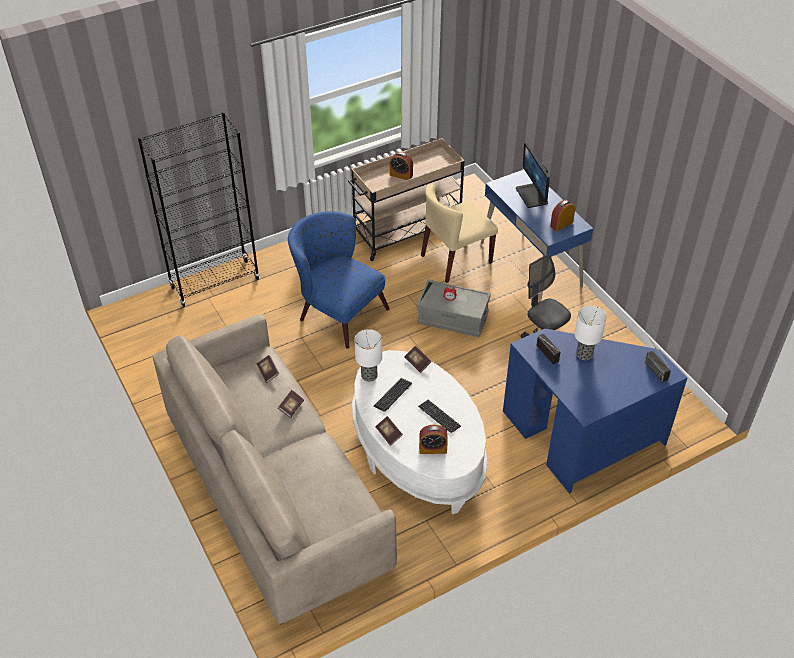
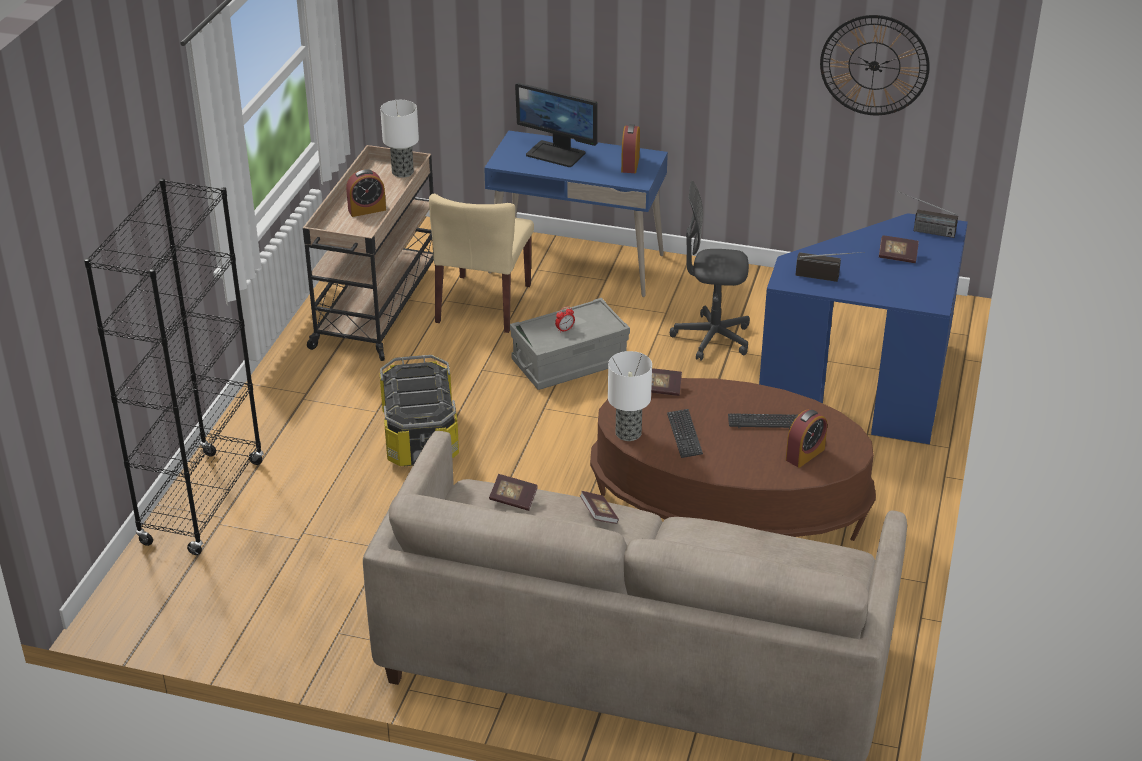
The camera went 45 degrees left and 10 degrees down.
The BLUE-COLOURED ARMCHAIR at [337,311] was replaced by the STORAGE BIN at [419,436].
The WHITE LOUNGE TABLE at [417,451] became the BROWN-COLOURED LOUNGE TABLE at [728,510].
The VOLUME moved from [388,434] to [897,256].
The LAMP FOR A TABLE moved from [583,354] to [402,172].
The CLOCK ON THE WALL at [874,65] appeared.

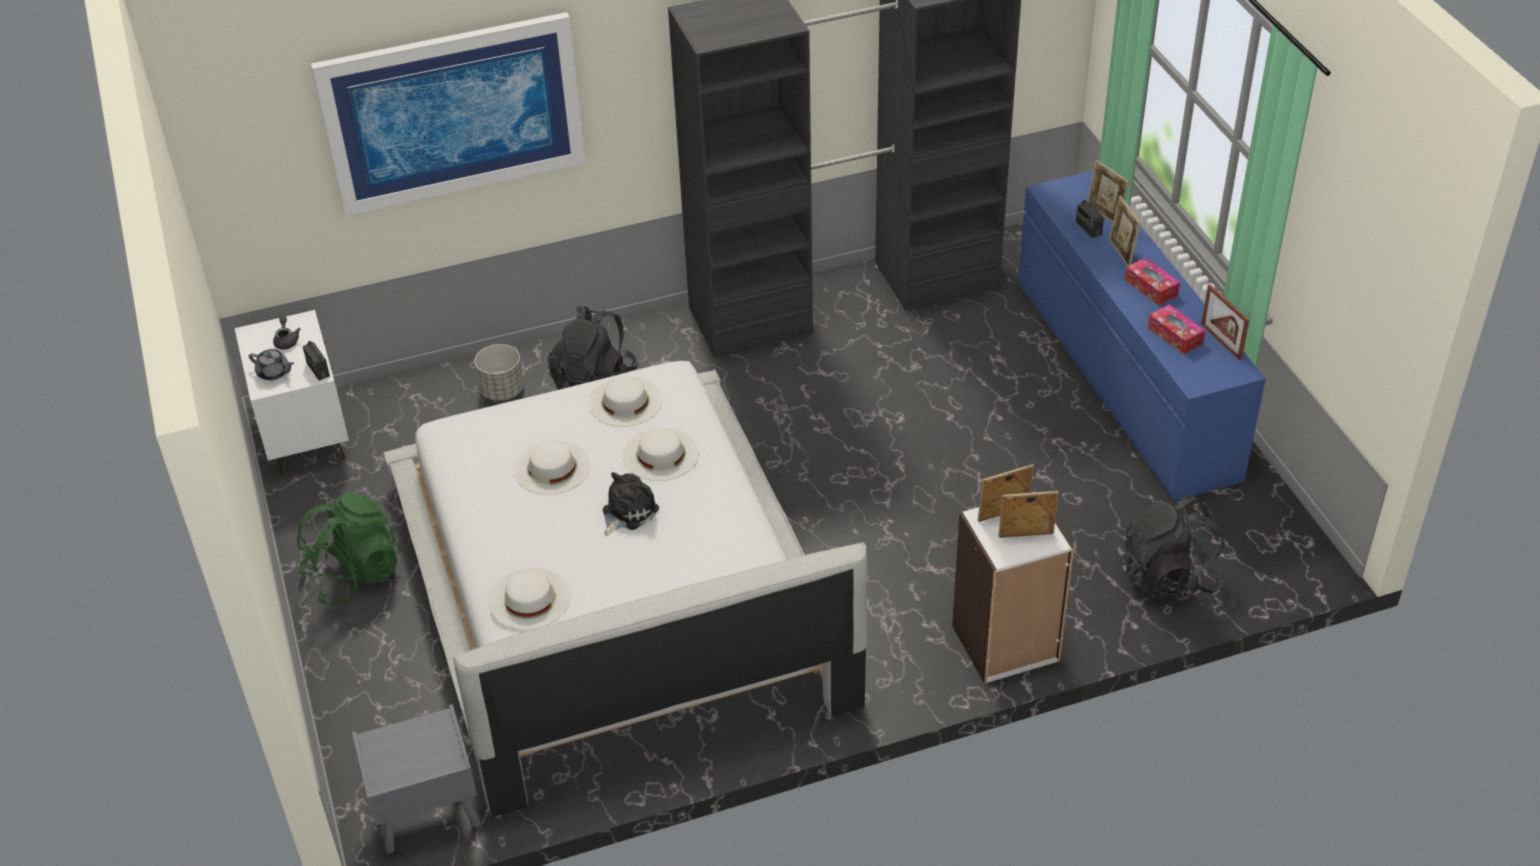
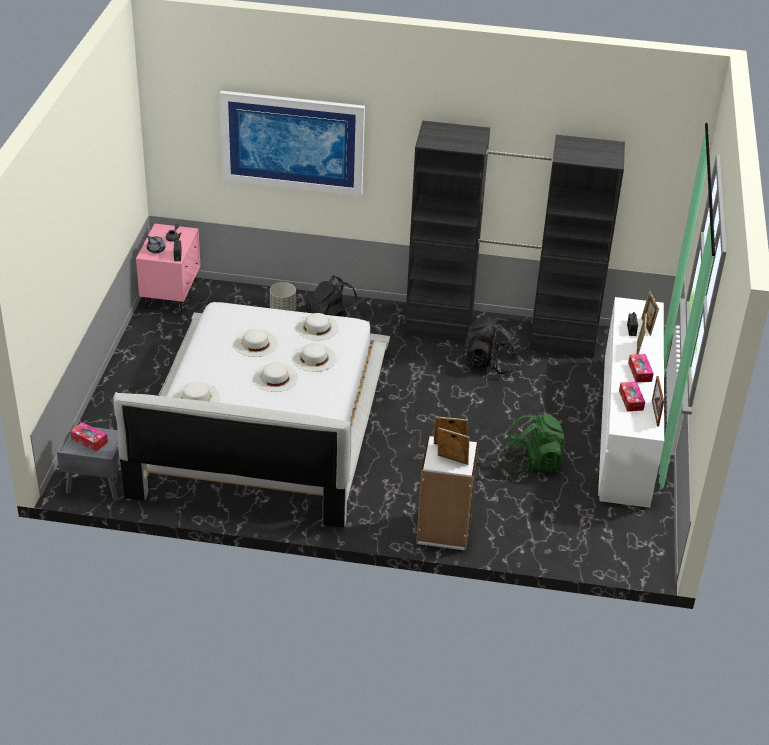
The camera went 25 degrees right and 5 degrees down.
The WHITE BEDSIDE TABLE at [305,436] became the PINKISH BEDSIDE TABLE at [171,295].
The GREENISH BACKPACK moved from [354,575] to [533,463].
The PLUSH TOY at [627,512] was replaced by the WHITE HAT at [275,377].
The BLUE-COLOURED DRAWER CHEST at [1125,378] became the WHITE DRAWER CHEST at [626,429].
The BLACK BACKPACK moved from [1169,577] to [489,363].
The BOX OF TISSUES at [89,440] appeared.

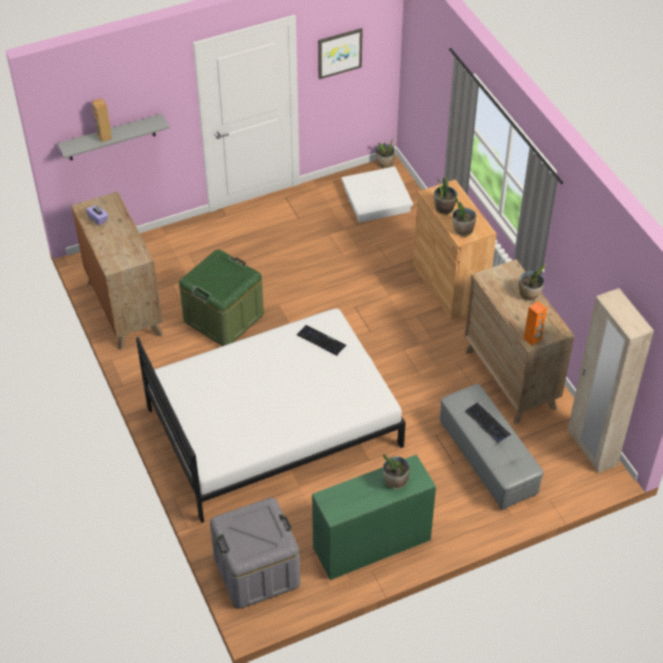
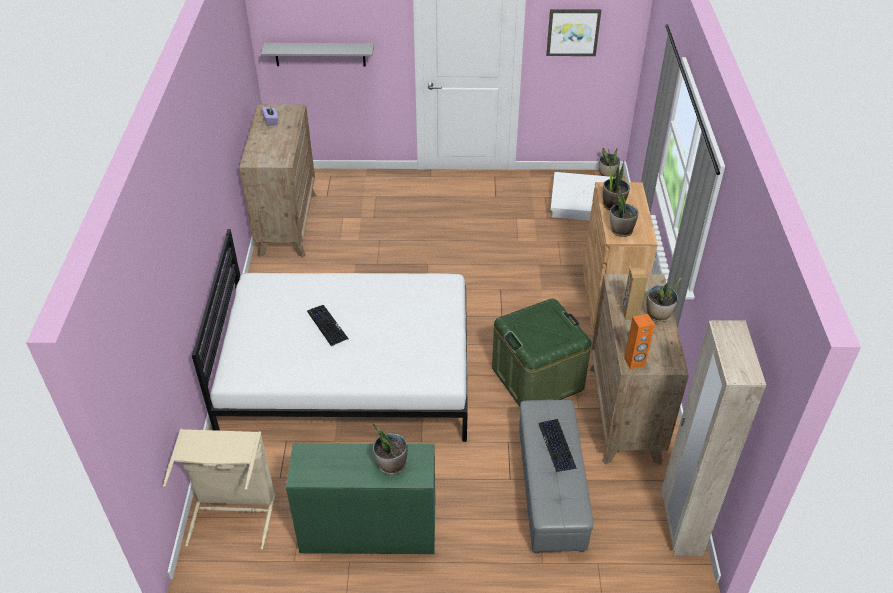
The camera went 25 degrees right and 5 degrees down.
The BROWN-COLOURED AUDIO SPEAKER moved from [104,137] to [630,314].
The GREENISH STORAGE BIN moved from [223,317] to [537,378].
The GREYISH STORAGE BIN at [256,571] was replaced by the SAND-COLOURED WASHING BASKET at [233,511].
The PC KEYBOARD moved from [321,340] to [327,325].

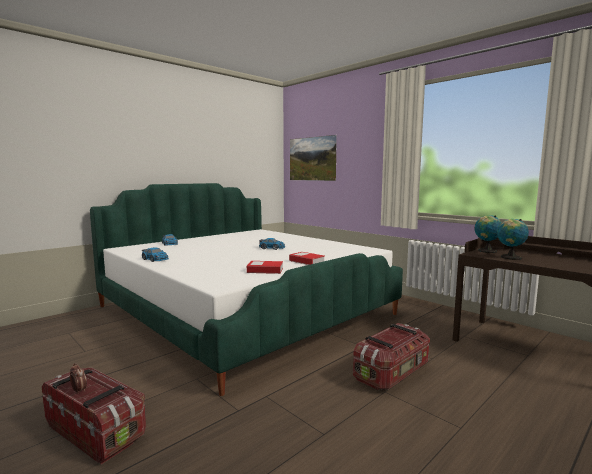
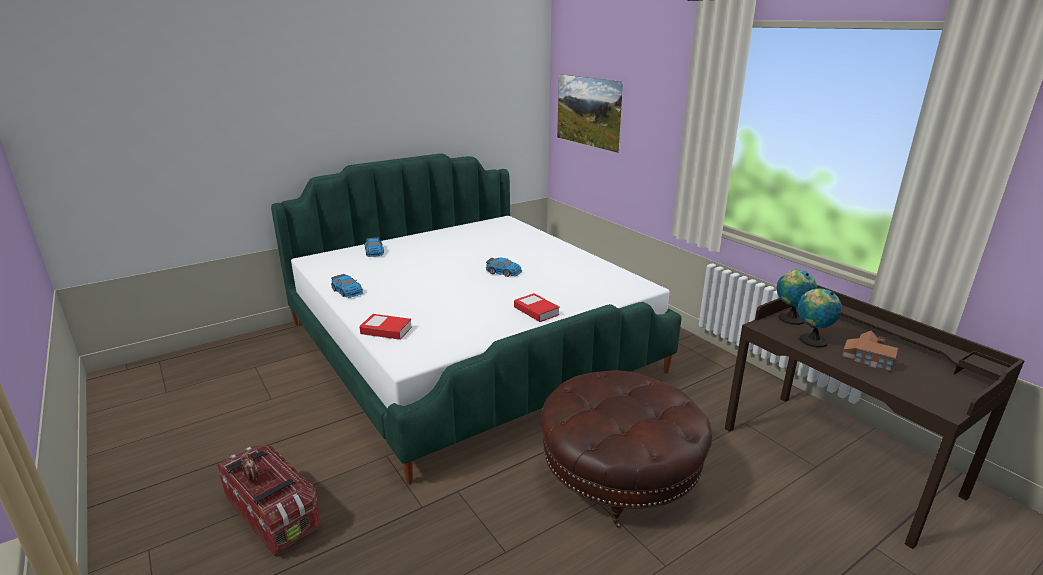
The camera went 10 degrees right and 15 degrees up.
The VOLUME moved from [265,270] to [386,330].
The STORAGE BIN at [392,373] was replaced by the BROWN-COLOURED FOOTREST at [619,474].
The MINIATURE HOUSE at [866,359] appeared.

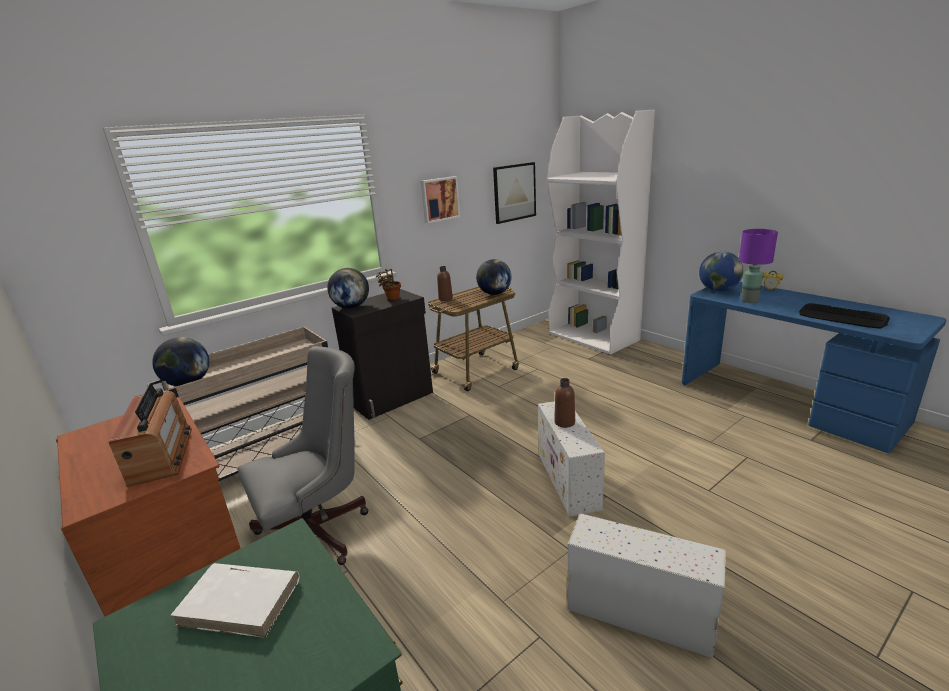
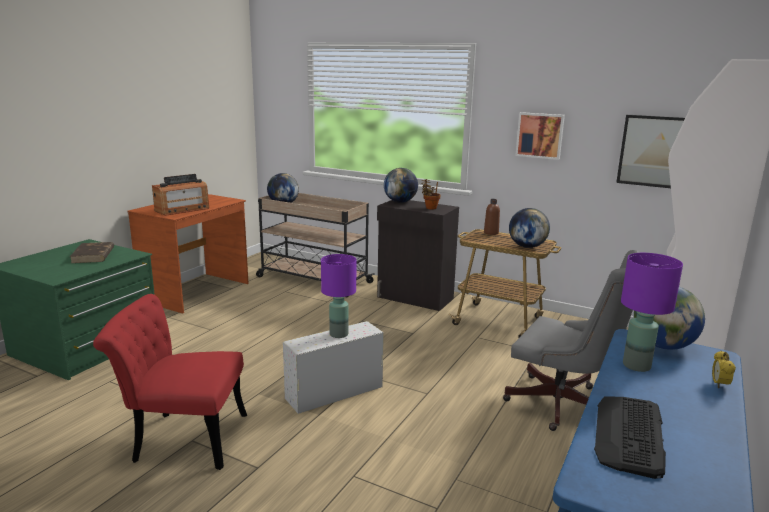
The camera went 65 degrees right and 5 degrees down.
The WHITE VOLUME at [241,602] became the BROWN-COLOURED VOLUME at [93,255].
The GREYISH OFFICE CHAIR moved from [320,532] to [564,406].
The BROWN-COLOURED BOTTLE at [564,422] was replaced by the PURPLE LAMP FOR A TABLE at [338,334].
The WHITE STORAGE BIN at [637,613] was replaced by the RED UPRIGHT CHAIR at [181,438].

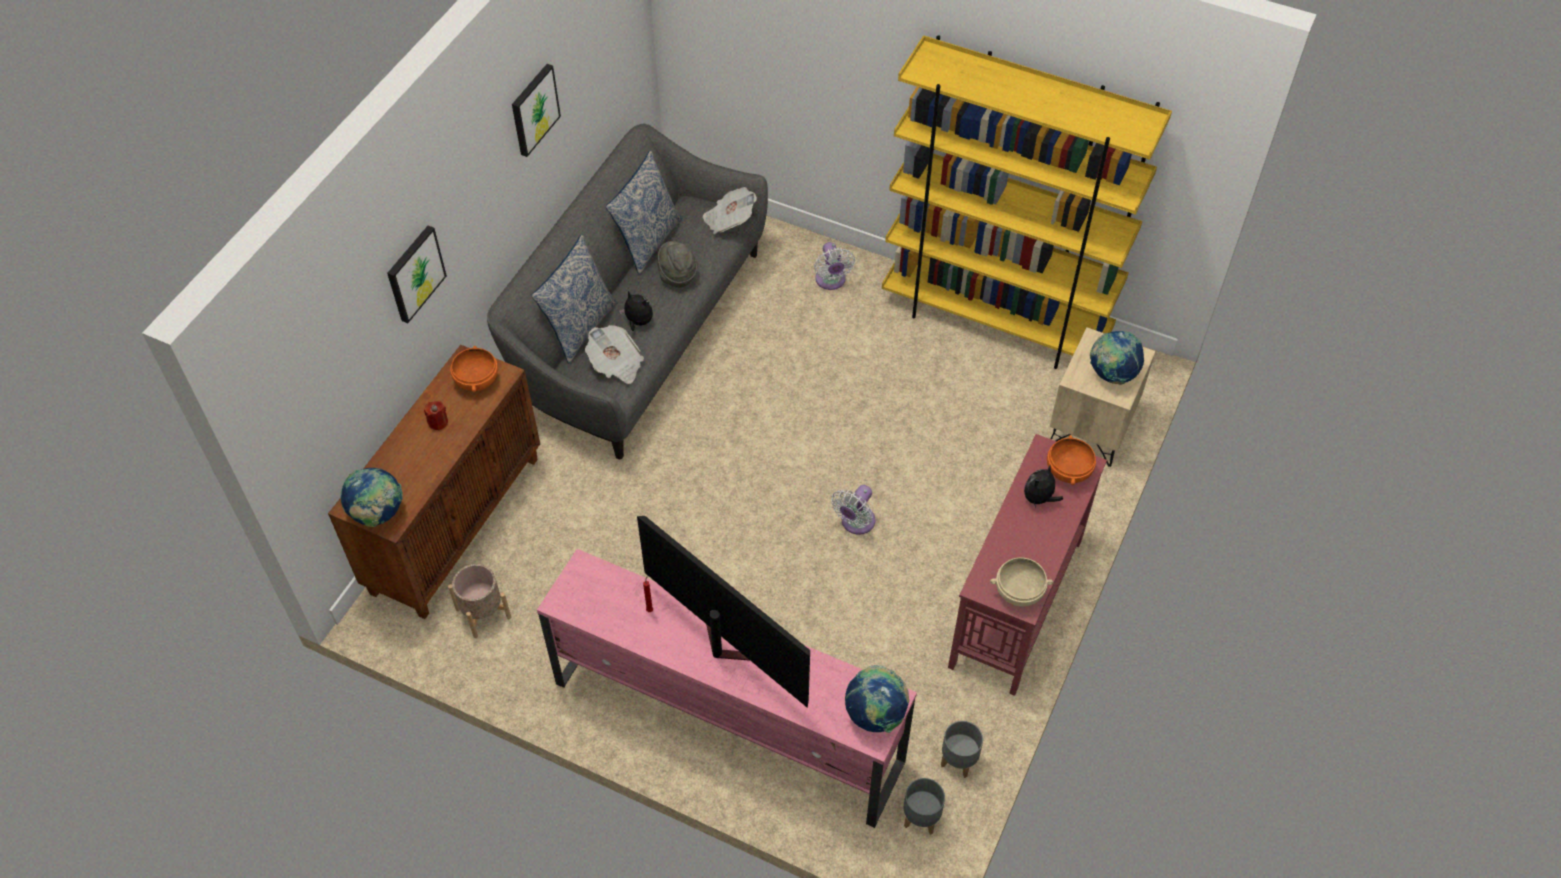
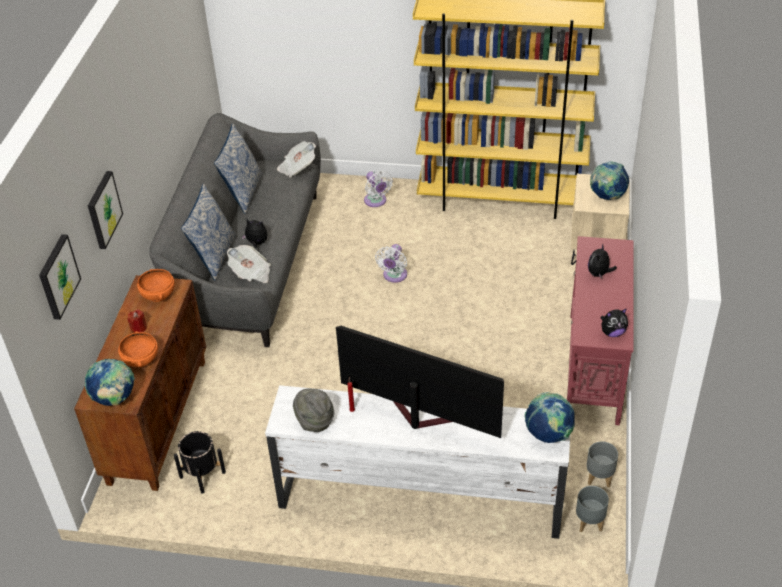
The camera went 15 degrees left and 10 degrees down.
The SAND-COLOURED PLANTER at [483,613] became the BLACK PLANTER at [202,475].
The PICTURE moved from [533,109] to [57,276].
The PINKISH MEDIA CONSOLE at [726,721] became the WHITE MEDIA CONSOLE at [419,497].
The GREYISH HAT moved from [677,276] to [314,420].
The WHITE FAN moved from [855,523] to [394,276].
The SAND-COLOURED DEEP DISH at [1019,591] was replaced by the PLUSH TOY at [612,332].
The ORANGE-COLOURED DEEP DISH moved from [1067,471] to [140,359].

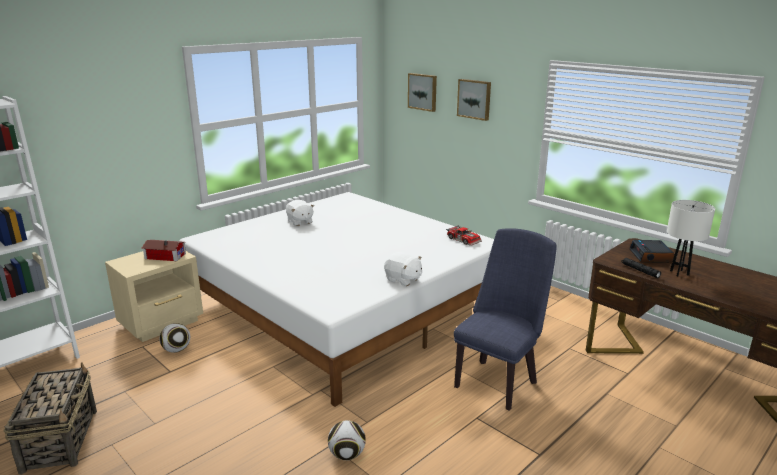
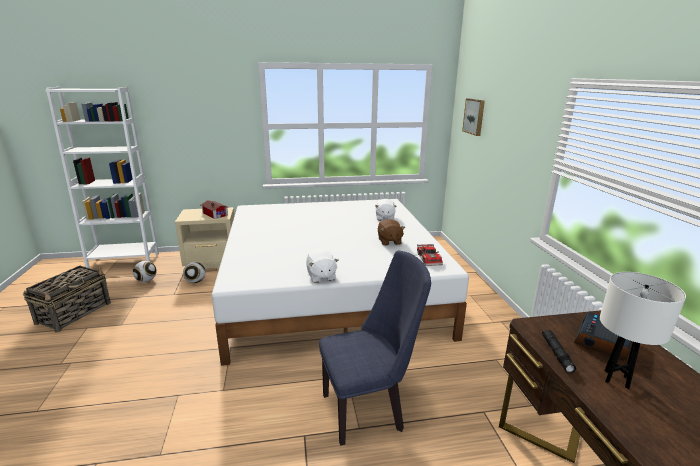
The camera went 35 degrees right and 0 degrees up.
The WHITE PLUSH TOY moved from [300,222] to [384,218].
The BALL FOR FOOTBALL moved from [346,455] to [146,280].
The PICTURE at [474,99] disappeared.
The BROWN-COLOURED PLUSH TOY at [389,241] appeared.

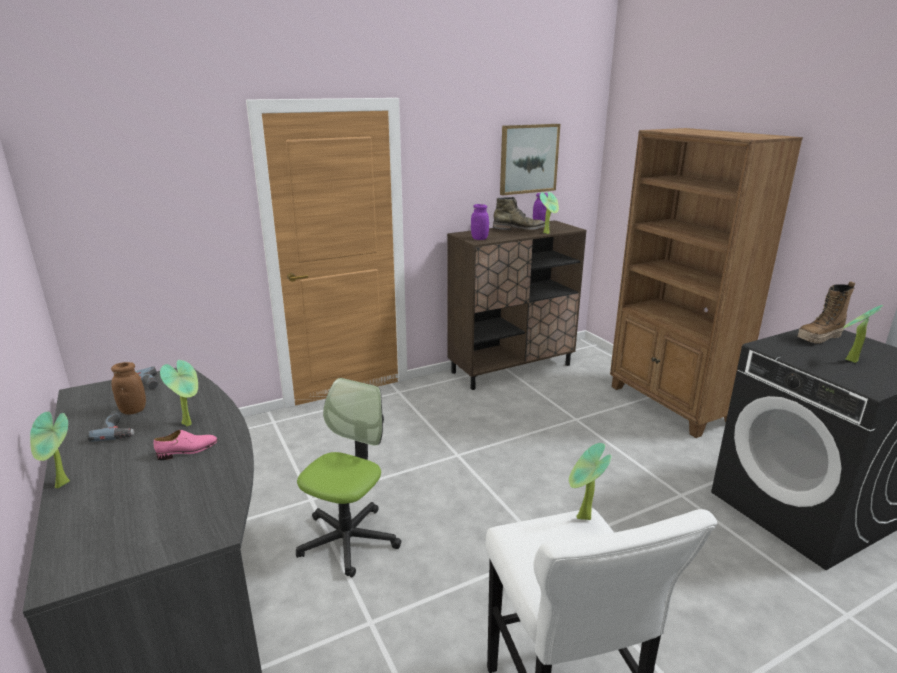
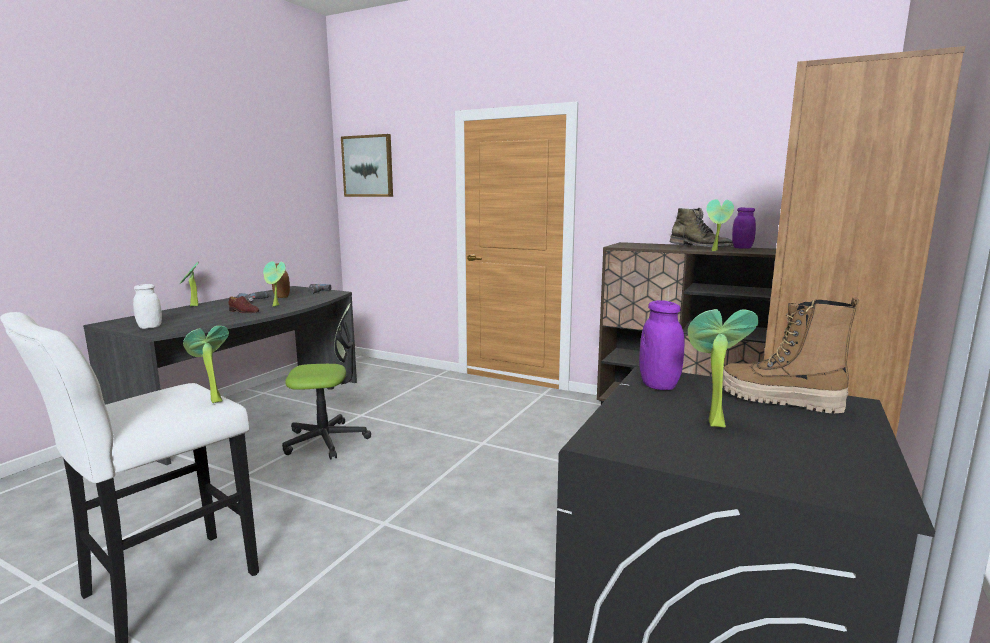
The camera went 55 degrees right and 10 degrees down.
The PINKISH LOW SHOE at [188,450] became the BROWN-COLOURED LOW SHOE at [243,312].
The PURPLE STORAGE JAR moved from [479,239] to [659,385].
The PICTURE moved from [528,159] to [368,166].
The WHITE STORAGE JAR at [150,327] appeared.

